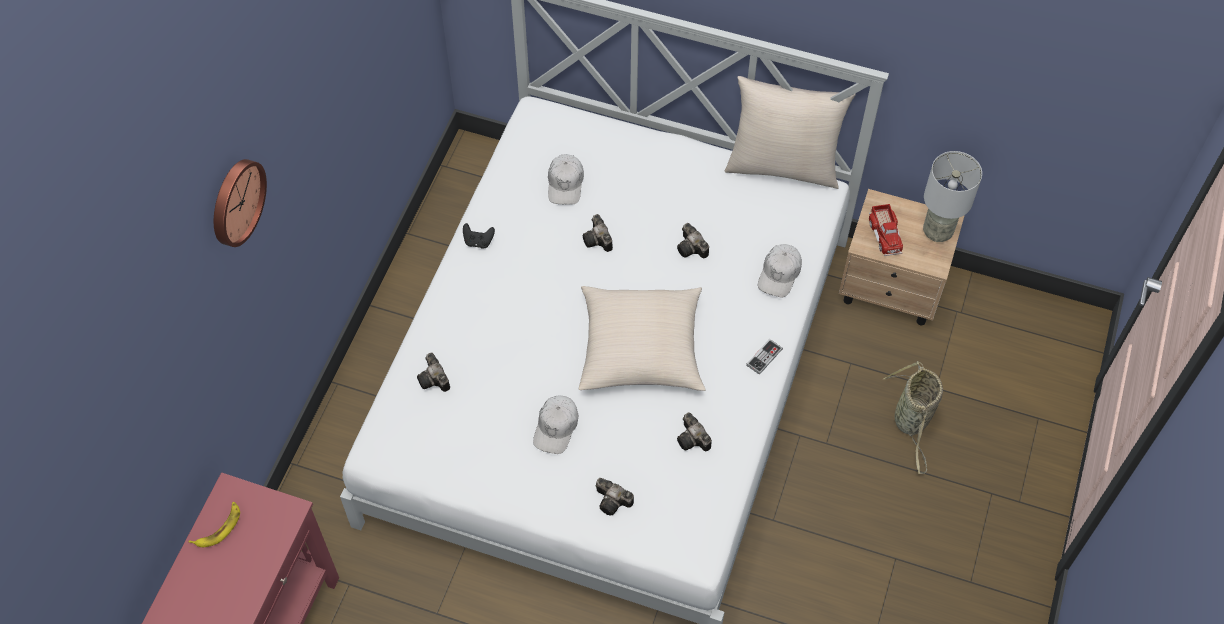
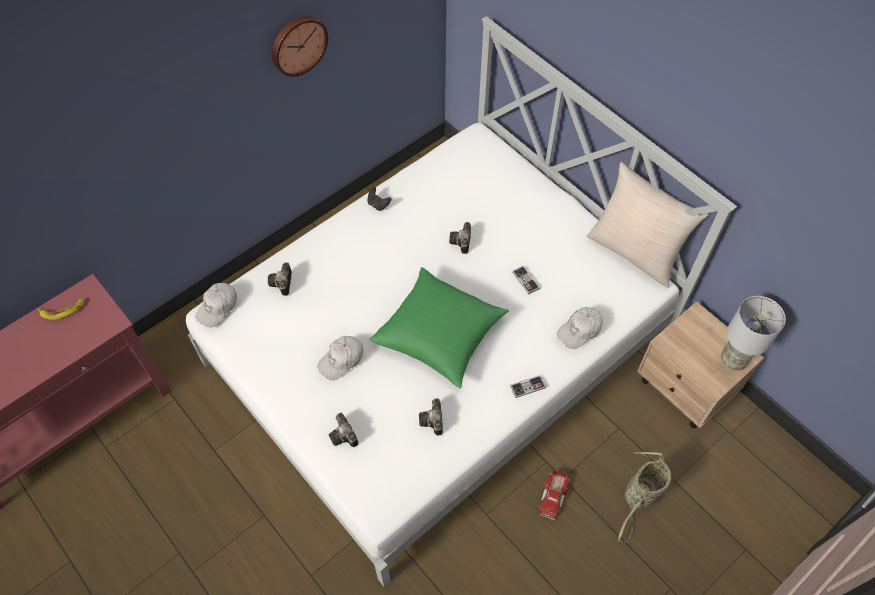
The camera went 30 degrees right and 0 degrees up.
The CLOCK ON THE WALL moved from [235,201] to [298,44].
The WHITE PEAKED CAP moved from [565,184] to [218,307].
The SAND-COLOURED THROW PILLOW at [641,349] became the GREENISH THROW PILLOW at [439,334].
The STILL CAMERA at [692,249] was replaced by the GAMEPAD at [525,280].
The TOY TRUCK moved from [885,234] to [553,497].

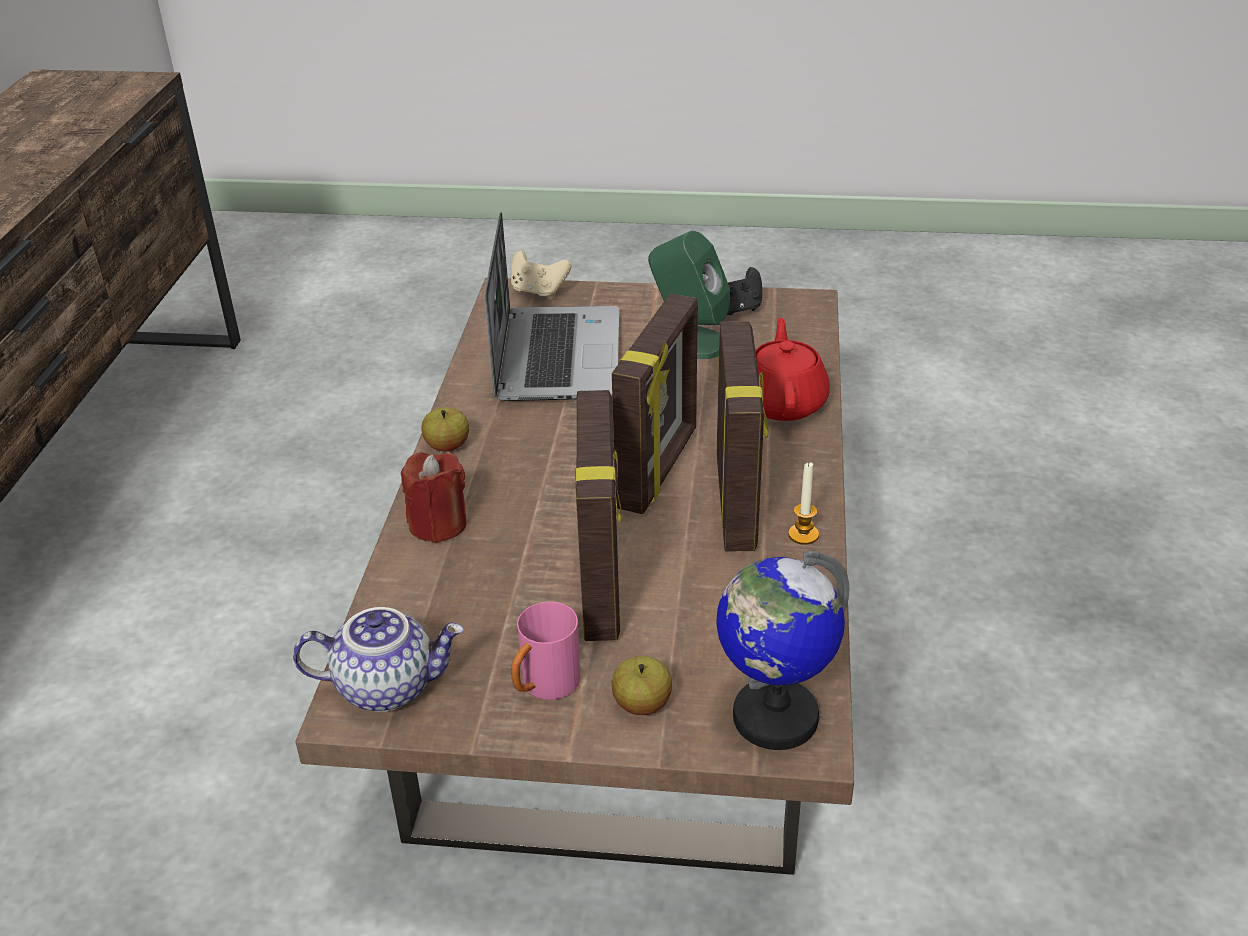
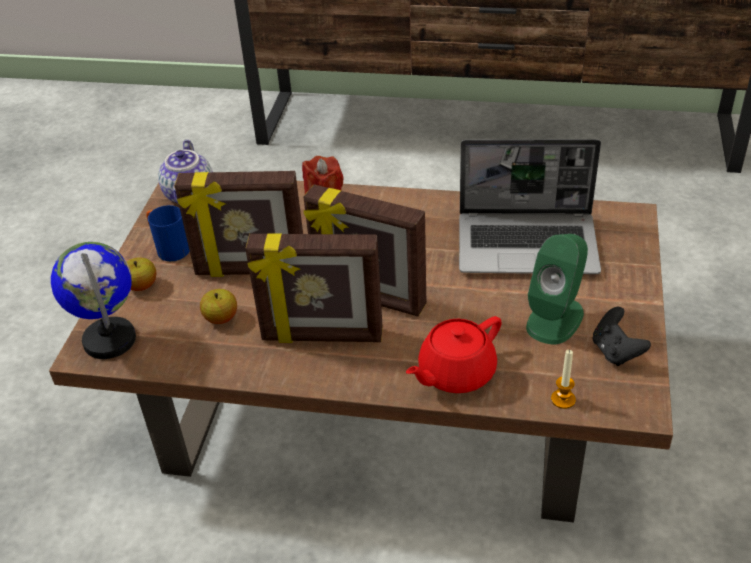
The camera went 95 degrees right and 5 degrees up.
The WHOLE APPLE moved from [447,446] to [221,318].
The SAND-COLOURED GAMEPAD at [538,292] disappeared.
The PINKISH MUG at [544,687] became the BLUE-COLOURED MUG at [169,249].
The RED TEAPOT at [783,402] turned 135 degrees clockwise.
The WAX CANDLE moved from [803,535] to [563,399].

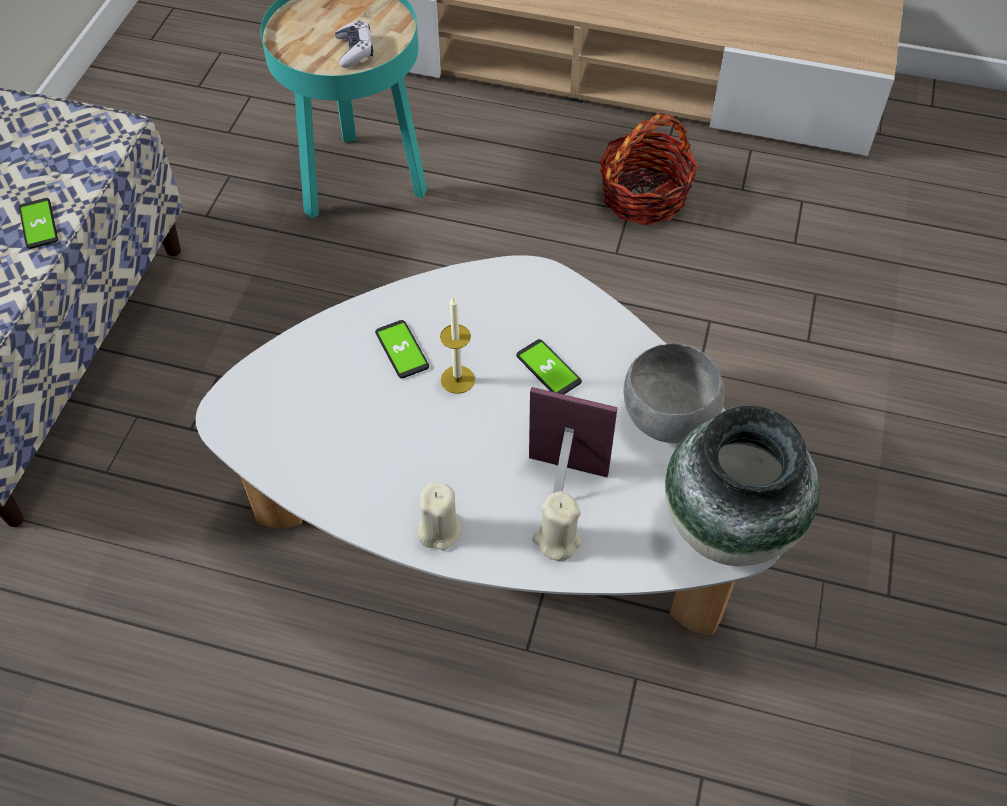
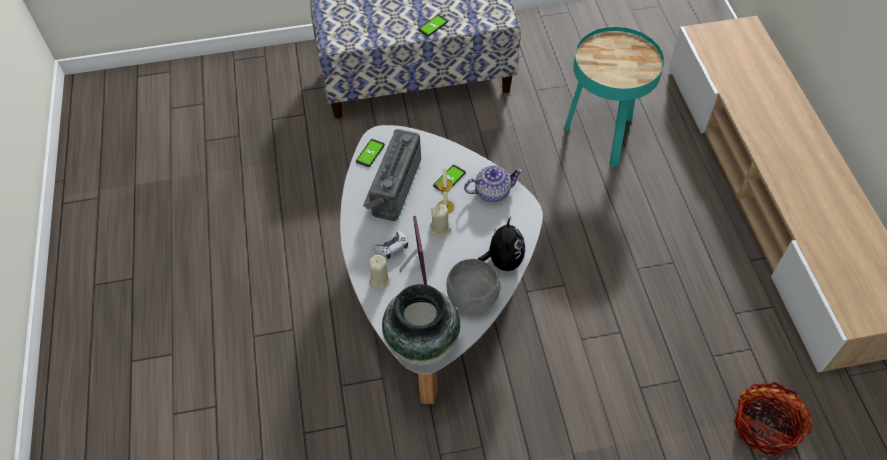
The camera went 65 degrees right and 0 degrees up.
The GAMEPAD moved from [355,51] to [392,248].
The SAND-COLOURED WAX CANDLE moved from [439,530] to [440,229].
The TELEPHONE moved from [548,369] to [370,153].
The STORAGE BASKET moved from [644,196] to [764,426].
The RADIO at [392,186] appeared.
The TEAPOT at [492,192] appeared.
The PLUSH TOY at [503,261] appeared.

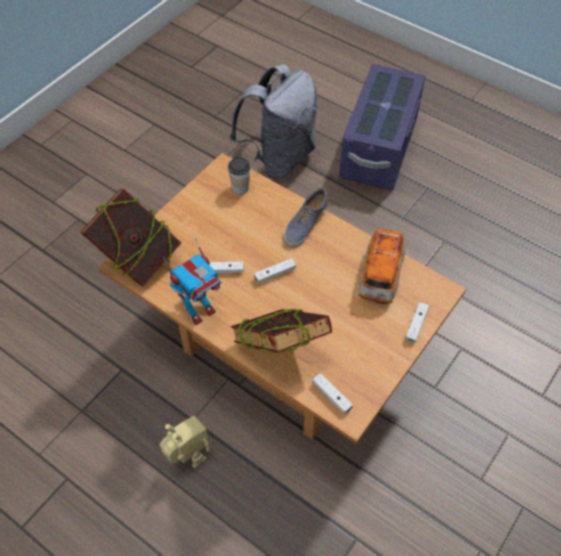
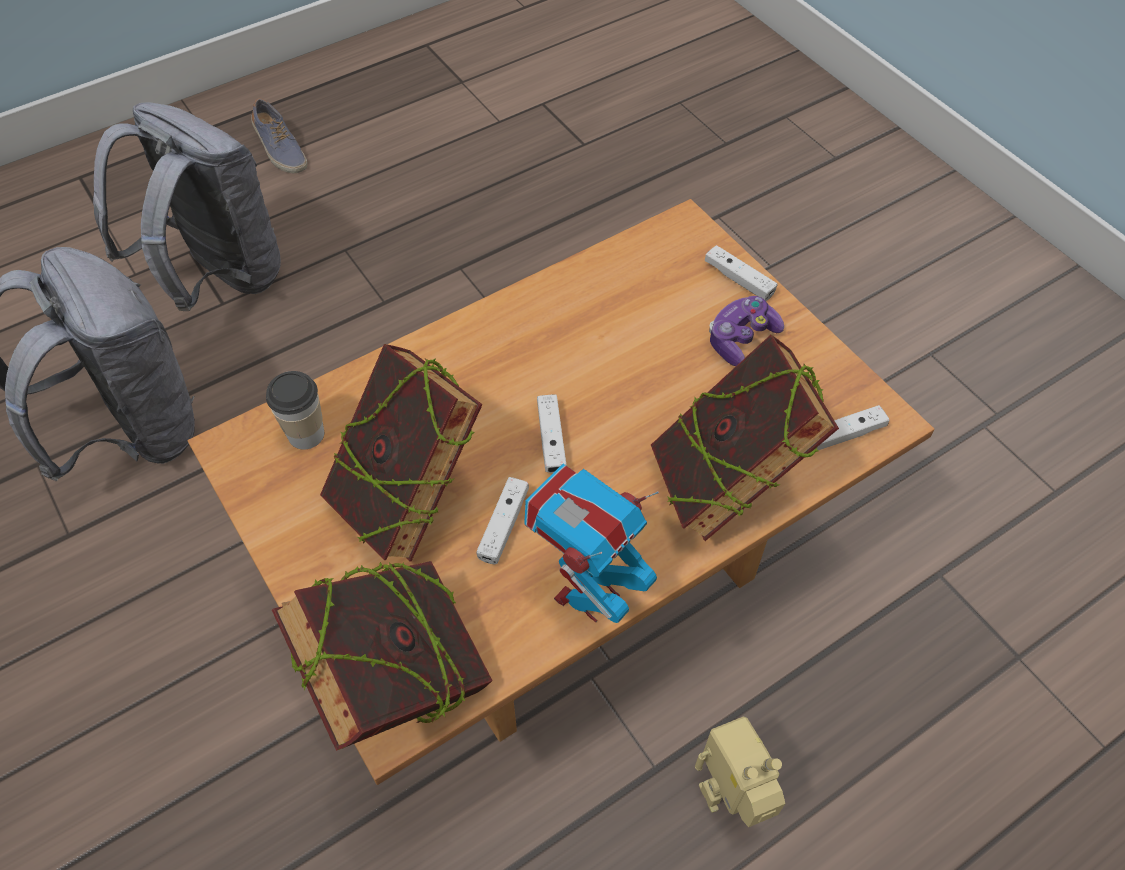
The camera went 70 degrees left and 0 degrees up.
The ROBOT FIGURE at [200,311] turned 120 degrees counterclockwise.
The LOW SHOE moved from [305,224] to [280,150].
The PURPLE STORAGE BIN at [379,148] was replaced by the GREYISH BACKPACK at [219,278].
The MINIATURE CAR at [380,276] disappeared.
The VOLUME at [408,497] appeared.
The GAMEPAD at [741,339] appeared.

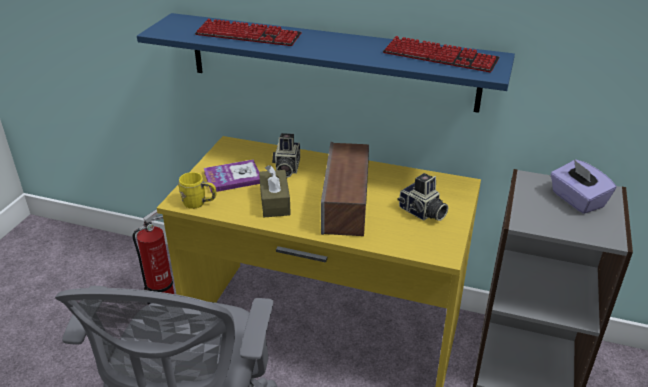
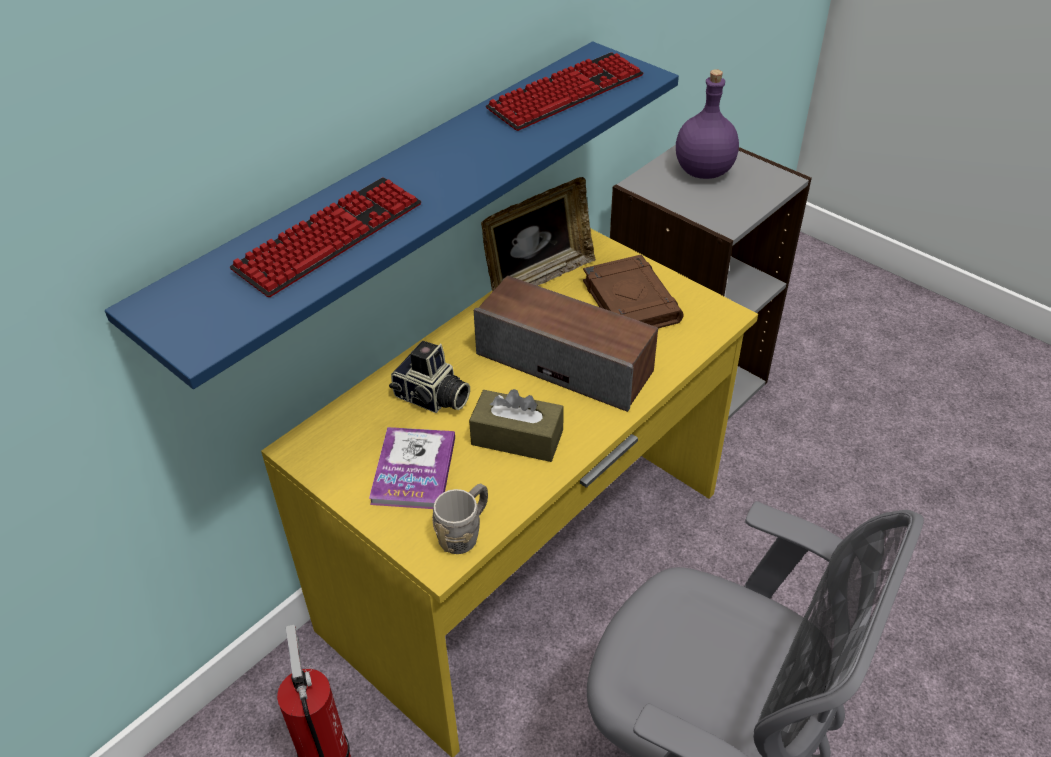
The camera went 65 degrees left and 10 degrees up.
The YELLOW MUG at [199,203] became the GREYISH MUG at [464,533].
The STILL CAMERA at [422,212] was replaced by the BROWN-COLOURED VOLUME at [629,301].
The PURPLE BOX OF TISSUES at [576,200] was replaced by the PURPLE BOTTLE at [704,170].
The PICTURE FRAME at [538,277] appeared.

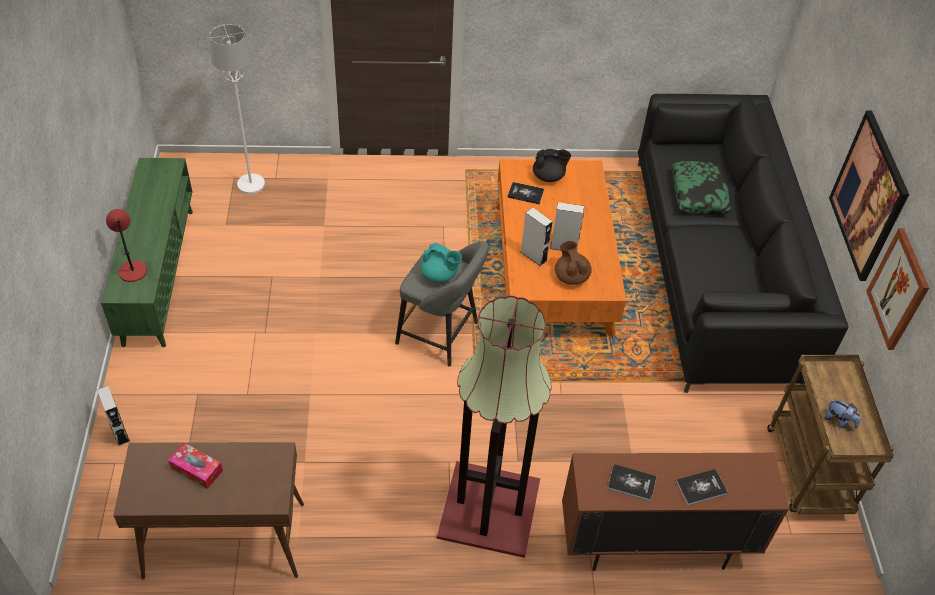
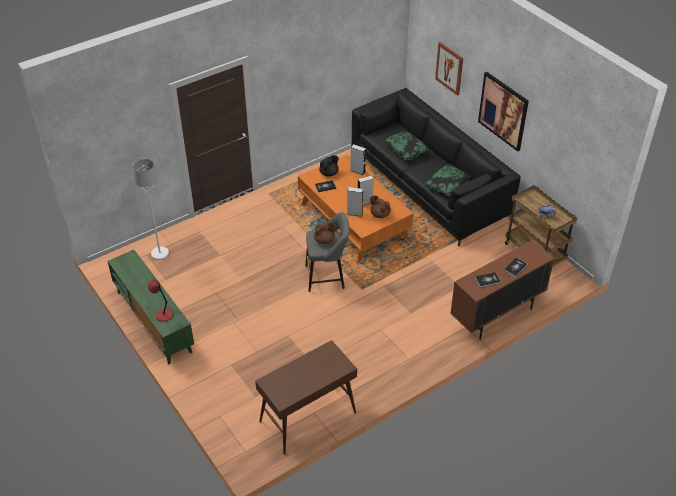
The camera went 30 degrees left and 5 degrees down.
The GREYISH AUDIO SPEAKER moved from [119,432] to [357,171].
The BOX OF TISSUES at [196,469] disappeared.
The TURQUOISE TEAPOT at [440,275] became the BROWN-COLOURED TEAPOT at [324,240].
The STANDING LAMP at [487,510] disappeared.
The PICTURE moved from [898,289] to [449,68].
The THROW PILLOW at [447,185] appeared.

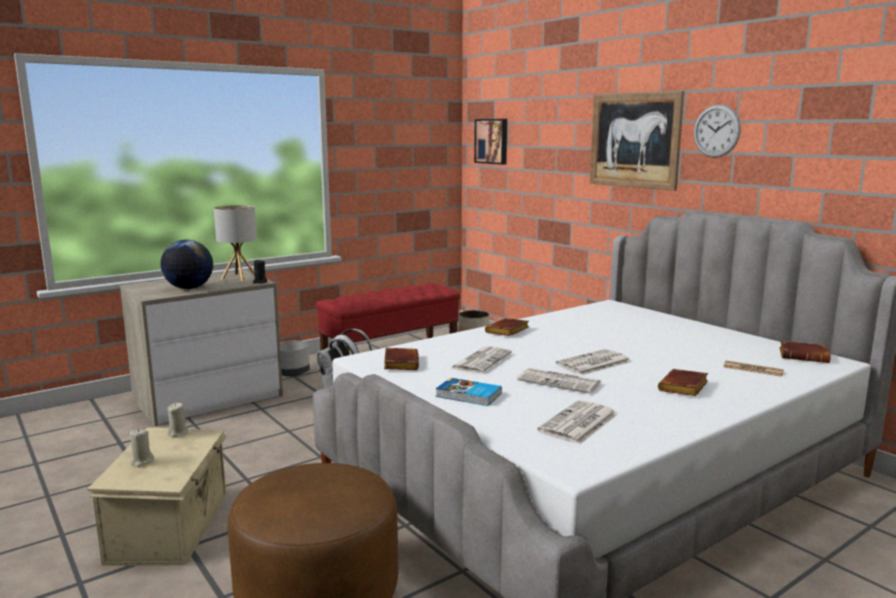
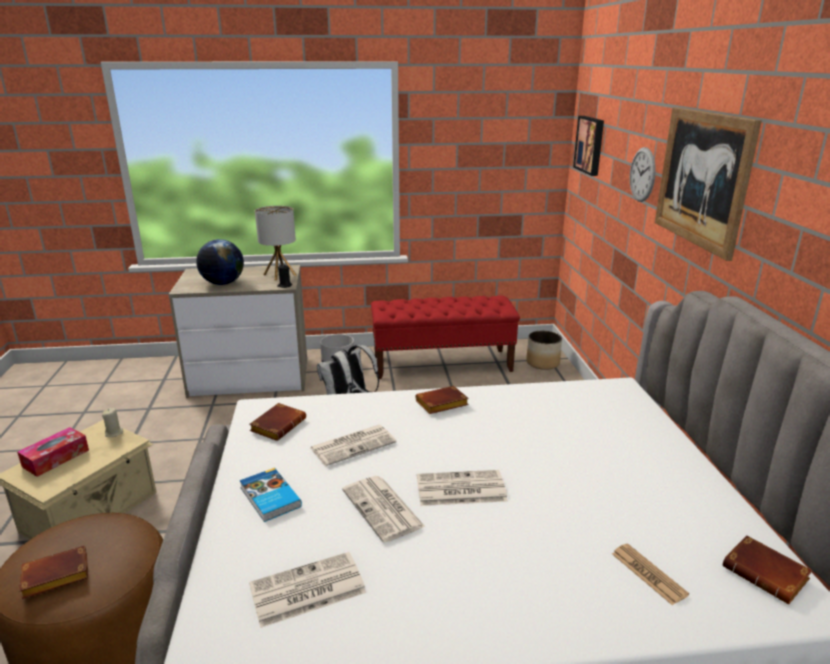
The camera went 30 degrees right and 10 degrees up.
The SAND-COLOURED WAX CANDLE at [142,461] was replaced by the BOX OF TISSUES at [56,458].
The BROWN-COLOURED VOLUME moved from [684,388] to [54,578].
The CLOCK ON THE WALL moved from [716,131] to [642,174].

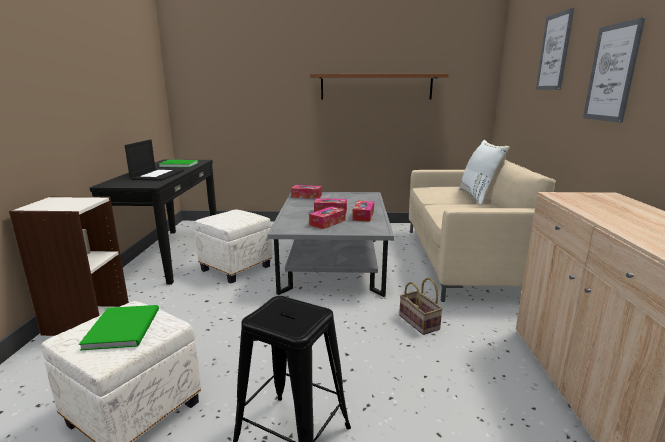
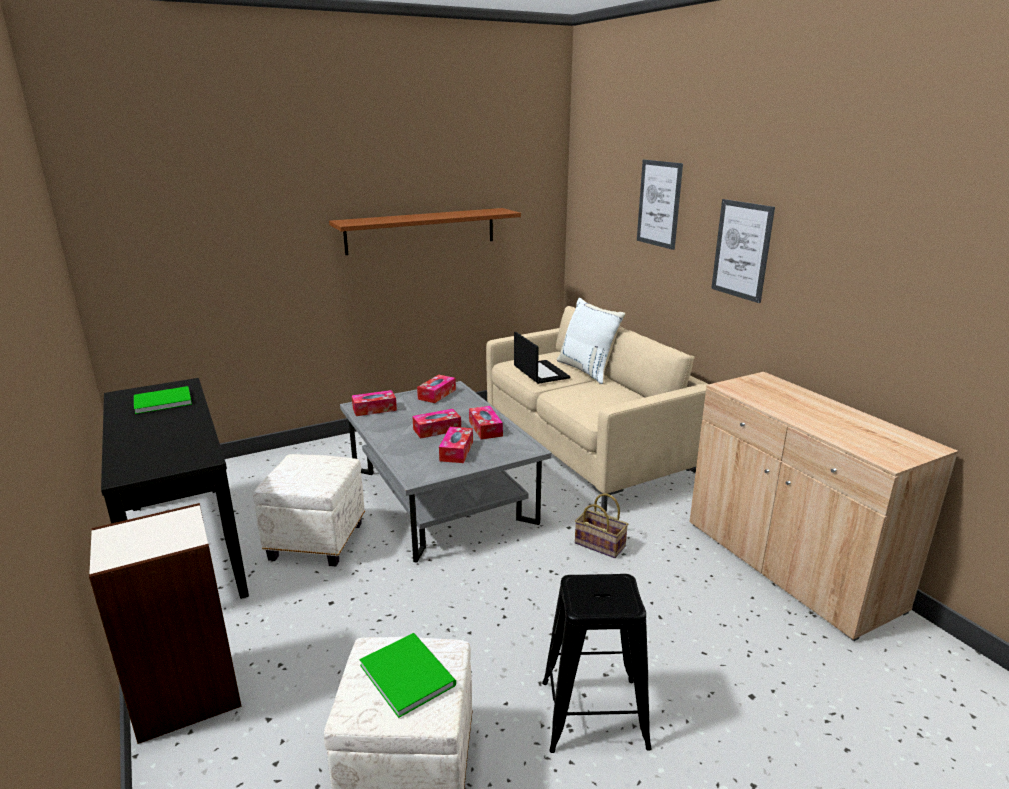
The camera went 30 degrees left and 5 degrees up.
The NOTEBOOK COMPUTER moved from [157,175] to [540,372].
The BOX OF TISSUES at [437,394] appeared.

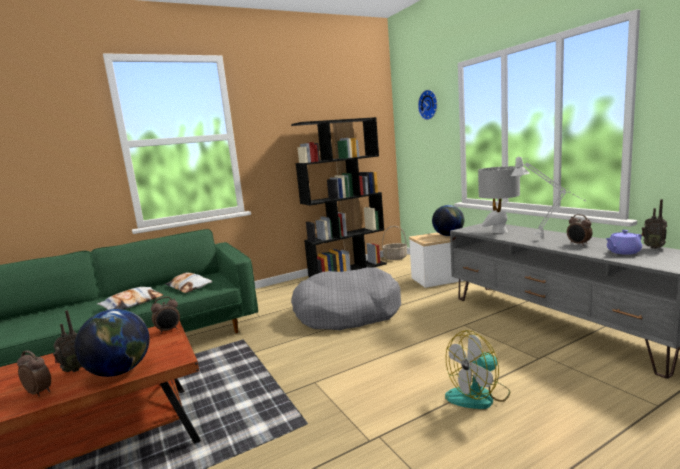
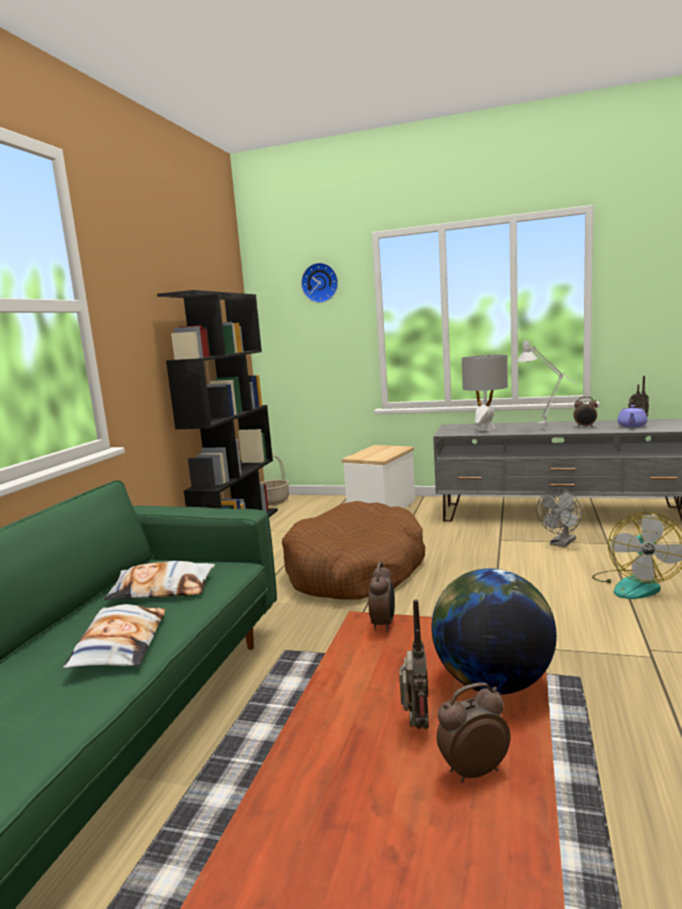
The camera went 45 degrees left and 0 degrees up.
The GREYISH DOG CUSHION at [347,312] became the BROWN-COLOURED DOG CUSHION at [355,570].
The DESK GLOBE at [448,235] disappeared.
The GREYISH FAN at [561,543] appeared.

